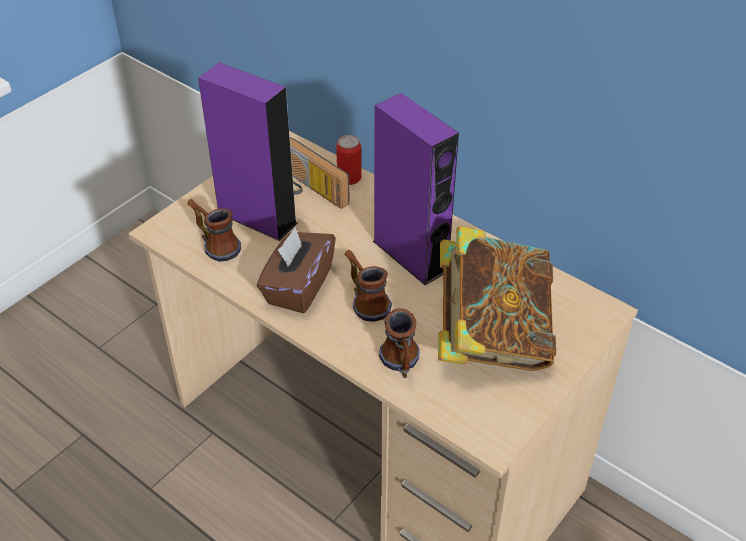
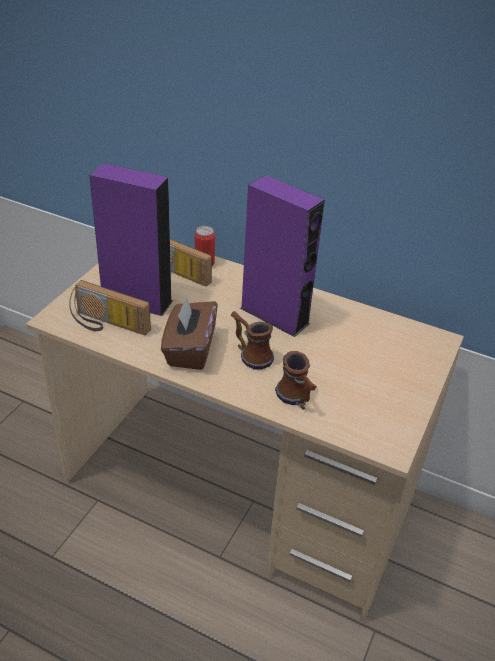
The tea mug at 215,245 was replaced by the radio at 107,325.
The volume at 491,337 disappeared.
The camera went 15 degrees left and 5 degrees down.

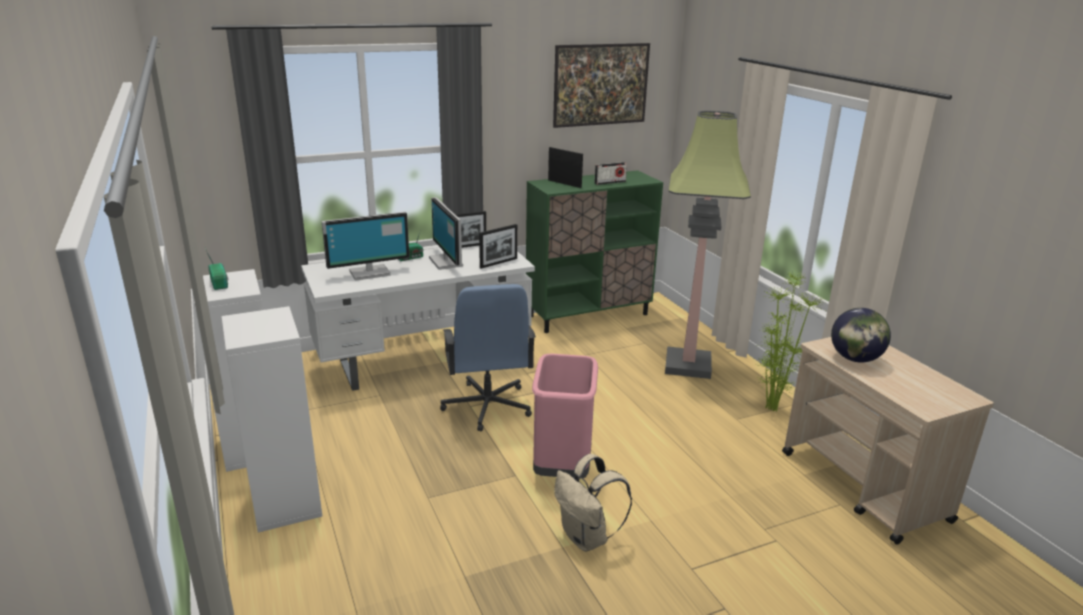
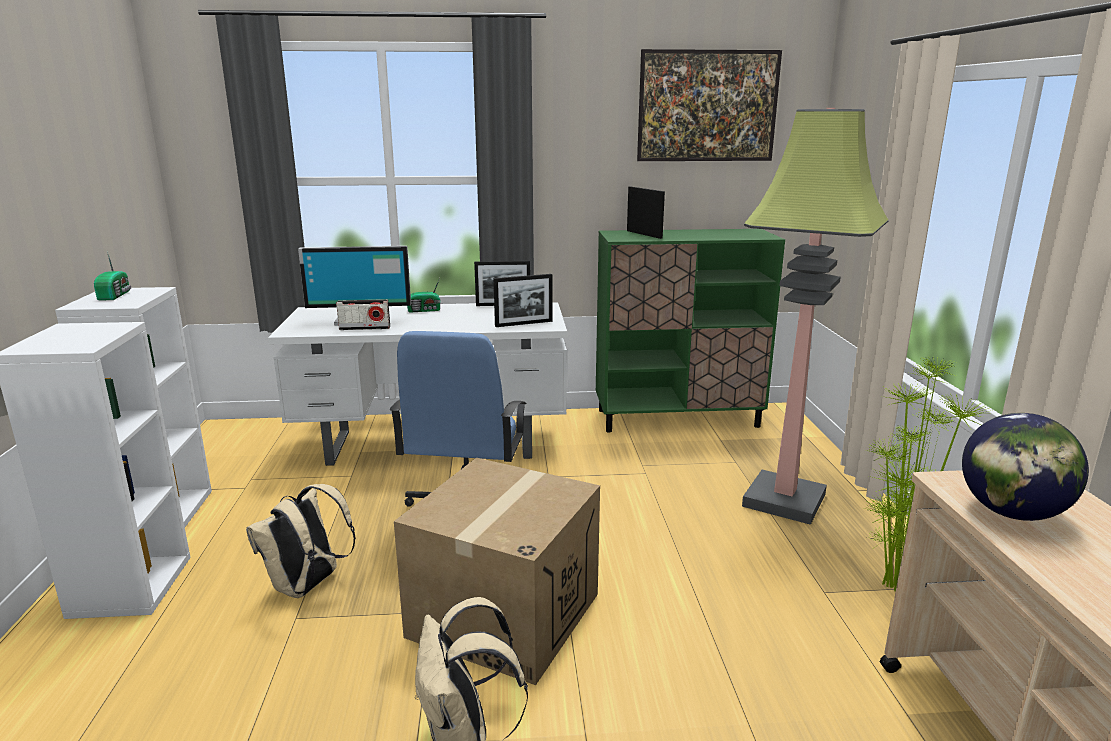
The computer display at 447,262 disappeared.
The rubbish bin/pinkish at 561,468 was replaced by the cardboard box at 504,614.
The radio moved from 610,182 to 364,328.
The knapsack/sand-coloured at 307,587 appeared.
The camera went 20 degrees right and 5 degrees down.

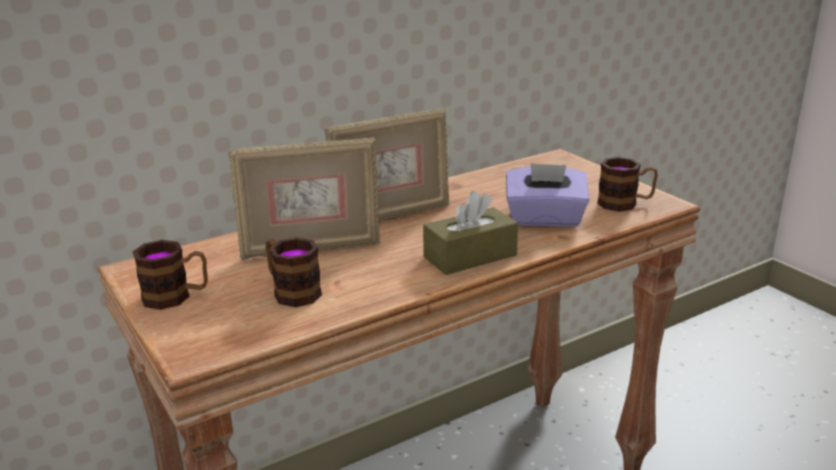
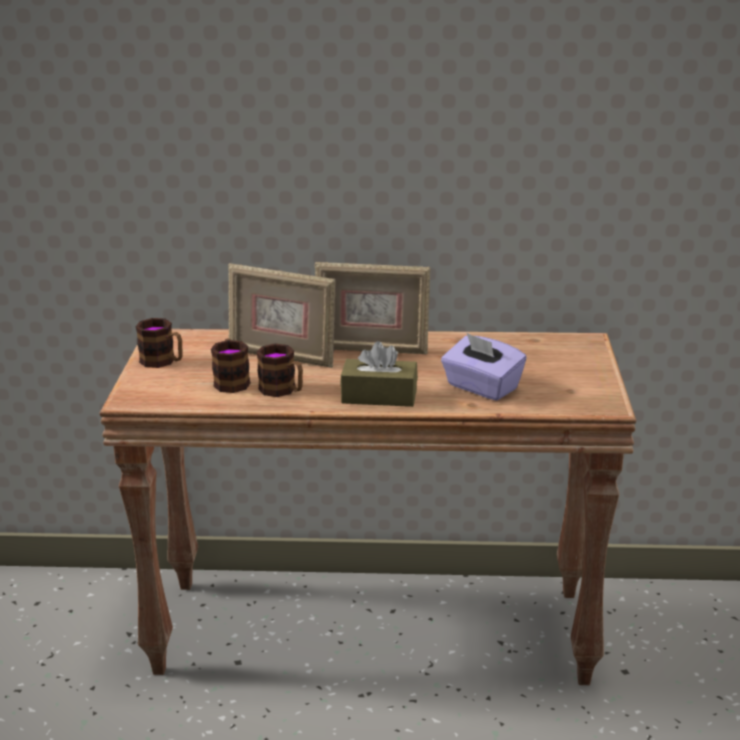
The tea mug moved from 625,204 to 283,391.
The camera went 35 degrees right and 0 degrees up.

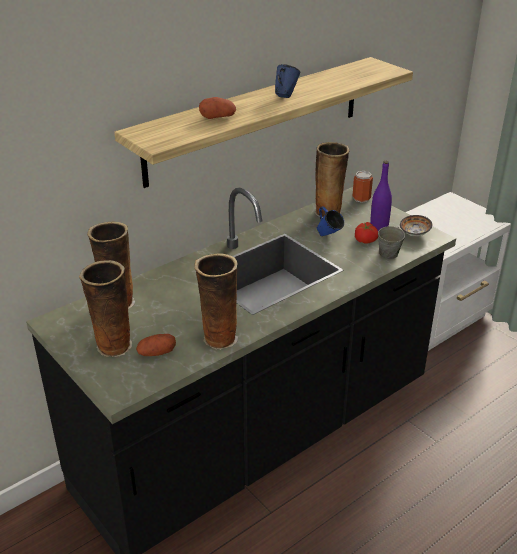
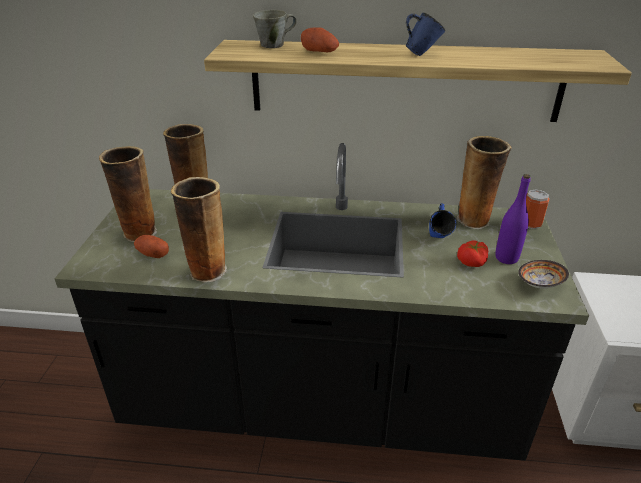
The tea mug/grey moved from 389,253 to 274,45.
The camera went 45 degrees right and 0 degrees up.

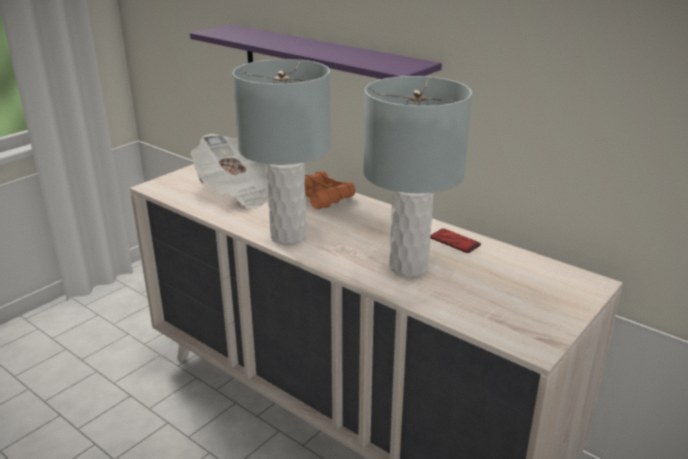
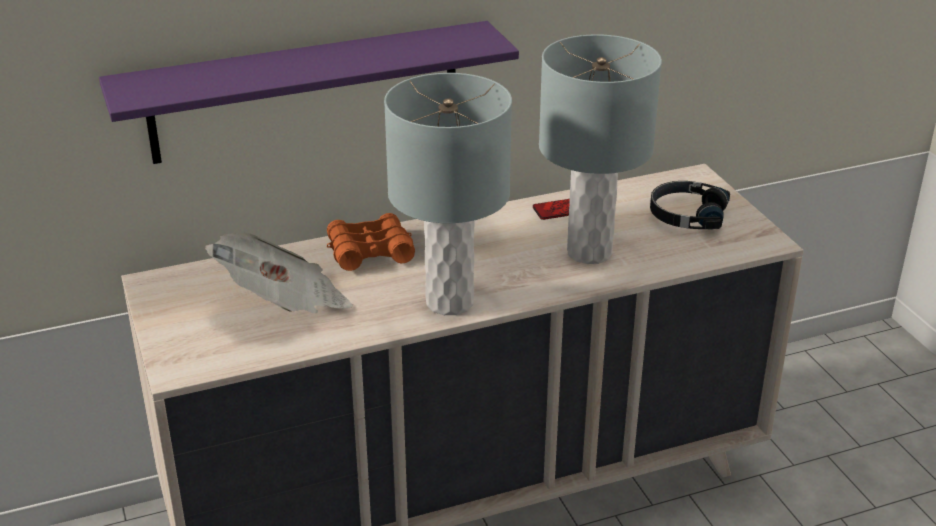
The headphones/black-coloured at 686,215 appeared.
The camera went 60 degrees left and 5 degrees up.

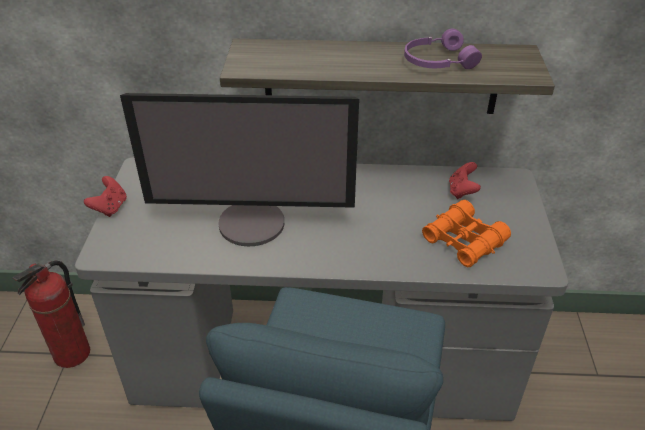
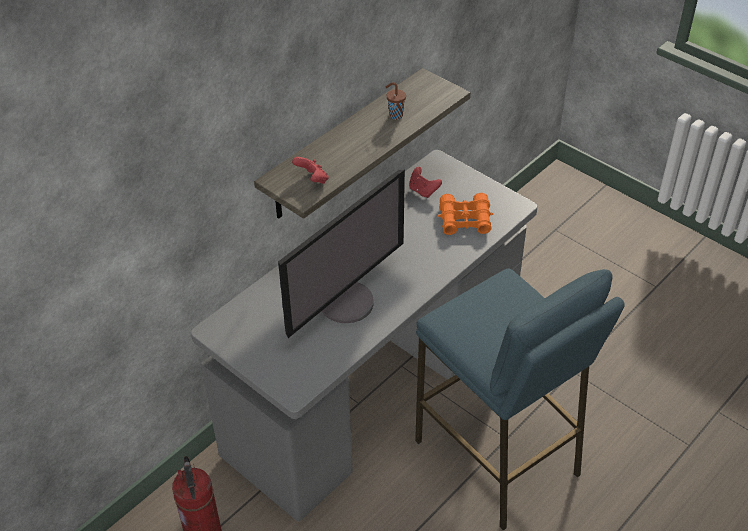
The joypad/red-coloured moved from 110,208 to 312,180.
The headphones/purple at 437,61 was replaced by the cup/brown at 395,115.
The camera went 50 degrees left and 5 degrees up.

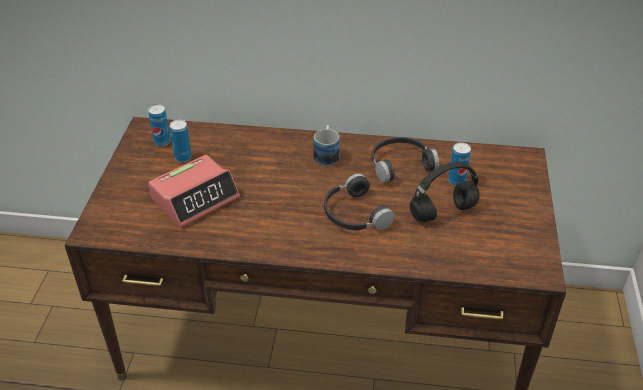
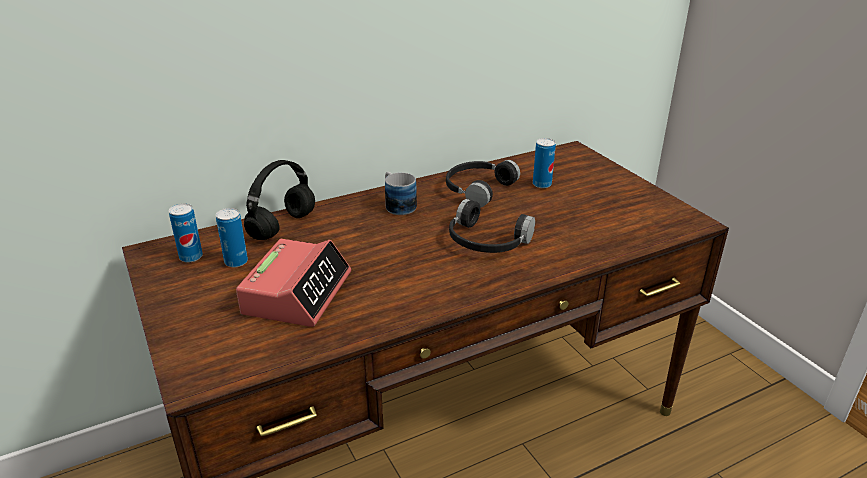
The headphones/black-coloured moved from 442,212 to 282,227.
The camera went 35 degrees left and 10 degrees down.

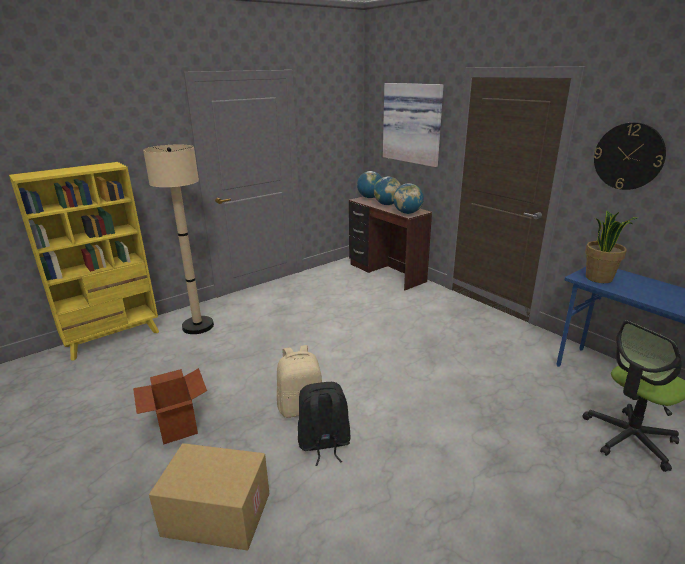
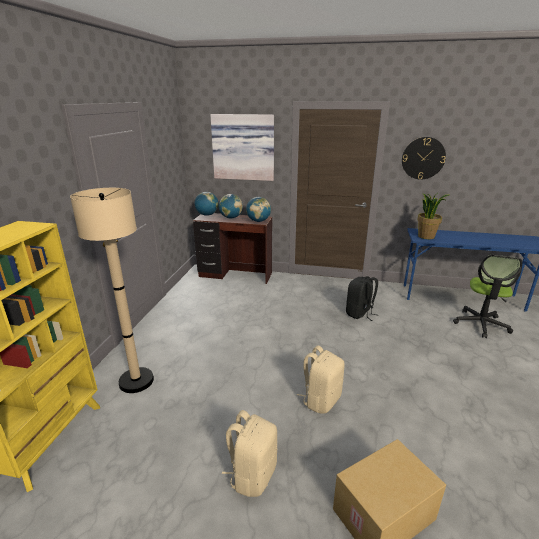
The cardboard box at 177,425 was replaced by the knapsack/sand-coloured at 252,474.
The knapsack/black-coloured moved from 324,444 to 360,313.
The camera went 40 degrees left and 0 degrees up.

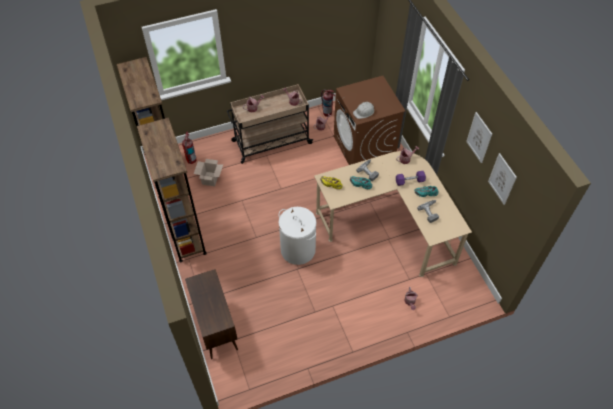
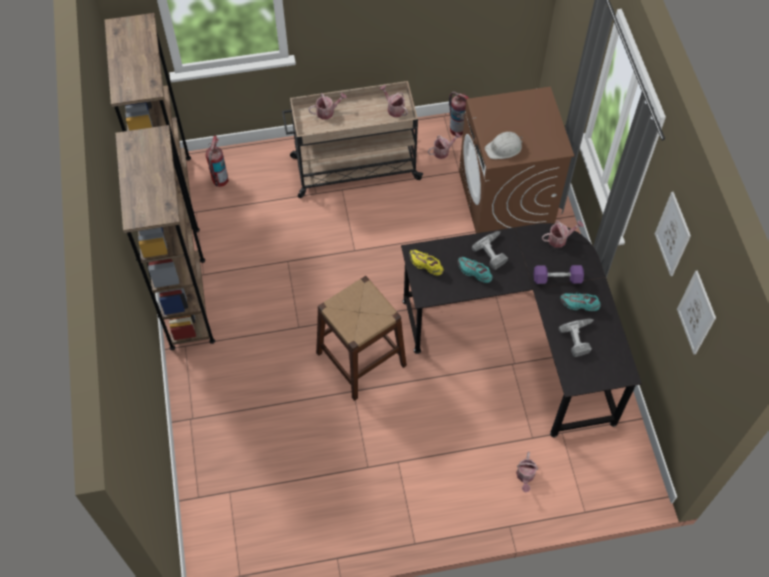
The cupboard/brown at 215,326 disappeared.
The cardboard box at 210,178 disappeared.
The hamper/white-coloured at 297,250 was replaced by the stool/brown at 361,359.
The desk table/sand-coloured at 390,224 became the desk table/black-coloured at 520,339.
The camera went 10 degrees right and 5 degrees up.

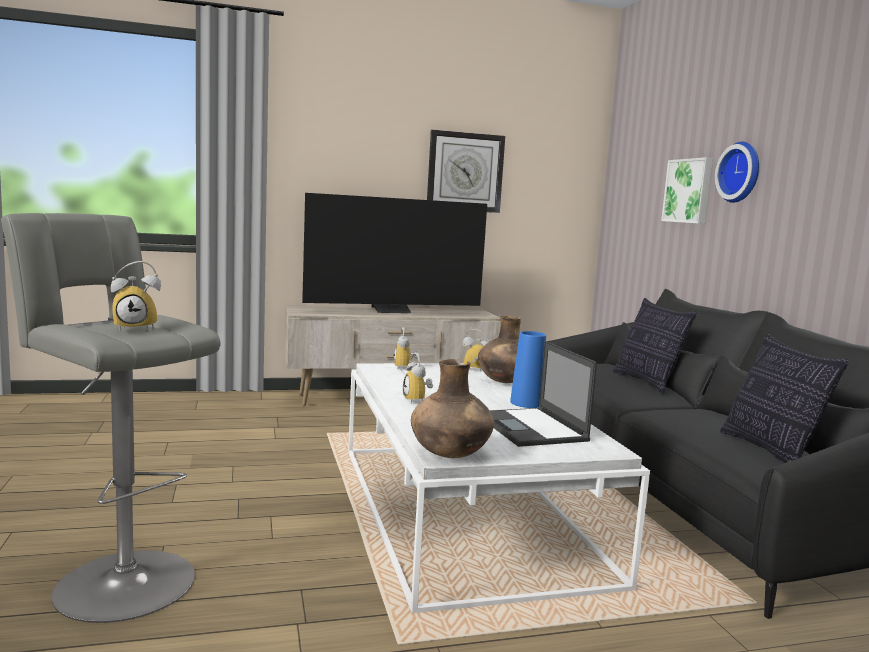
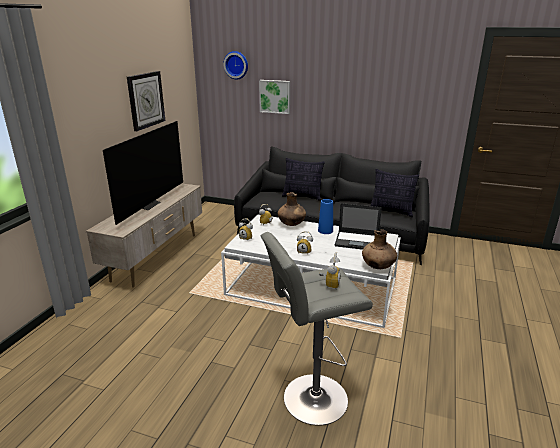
The wall clock moved from 741,172 to 236,65.
The camera went 55 degrees left and 15 degrees up.

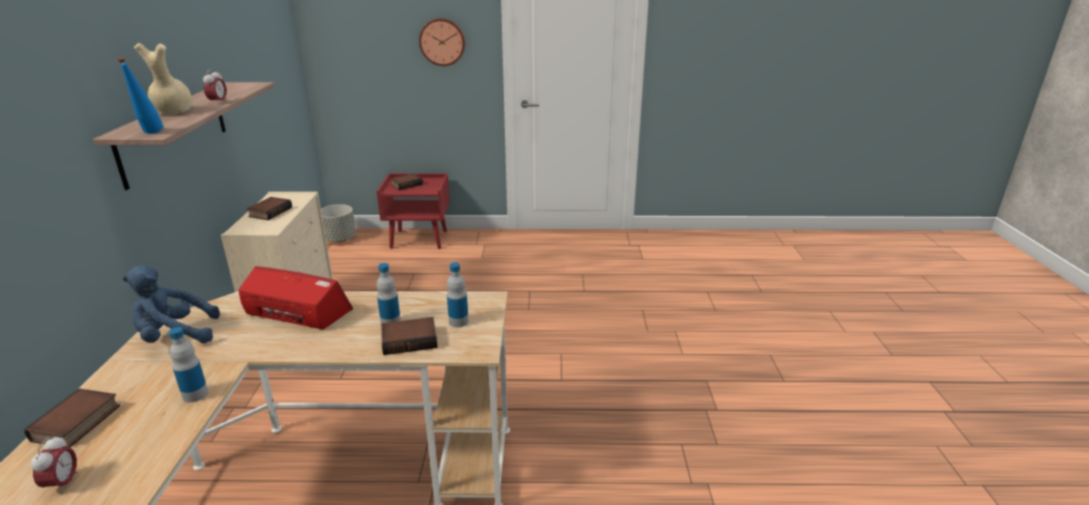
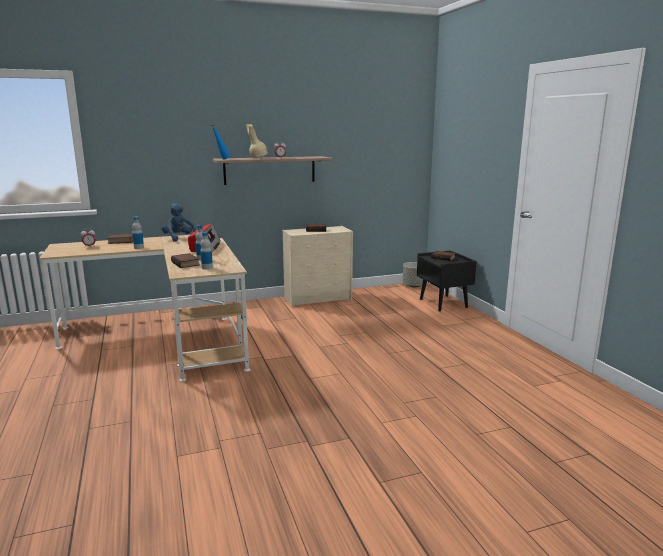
The nightstand/red-coloured at 419,239 became the nightstand/black-coloured at 444,303.
The wall clock at 442,42 disappeared.
The camera went 70 degrees right and 10 degrees down.

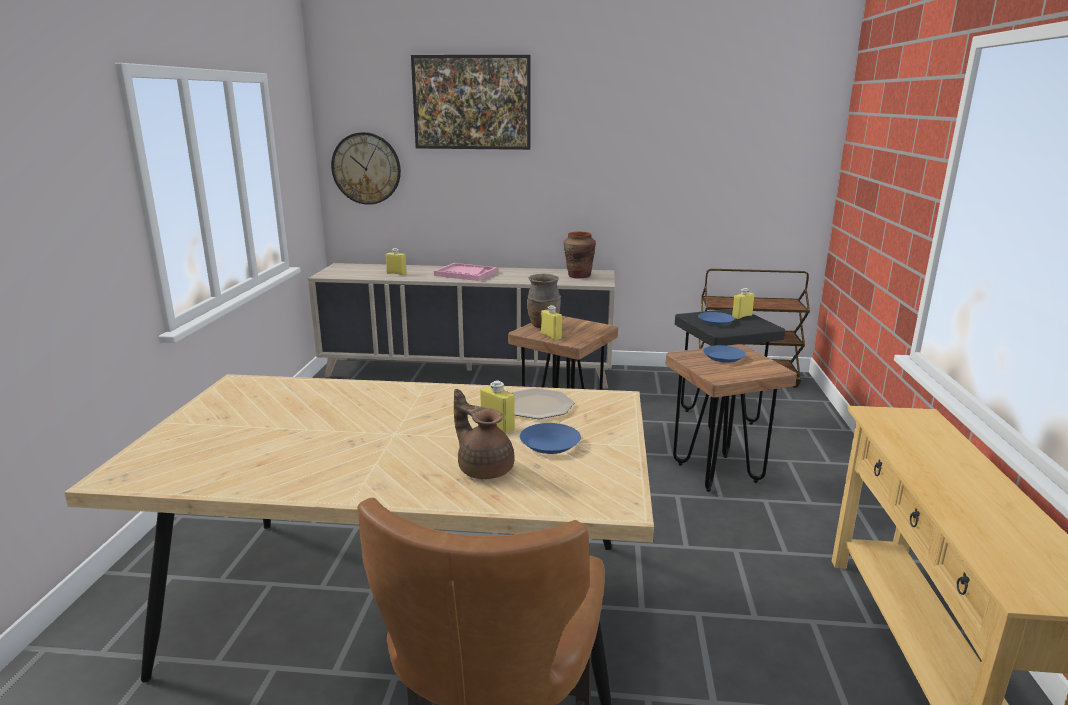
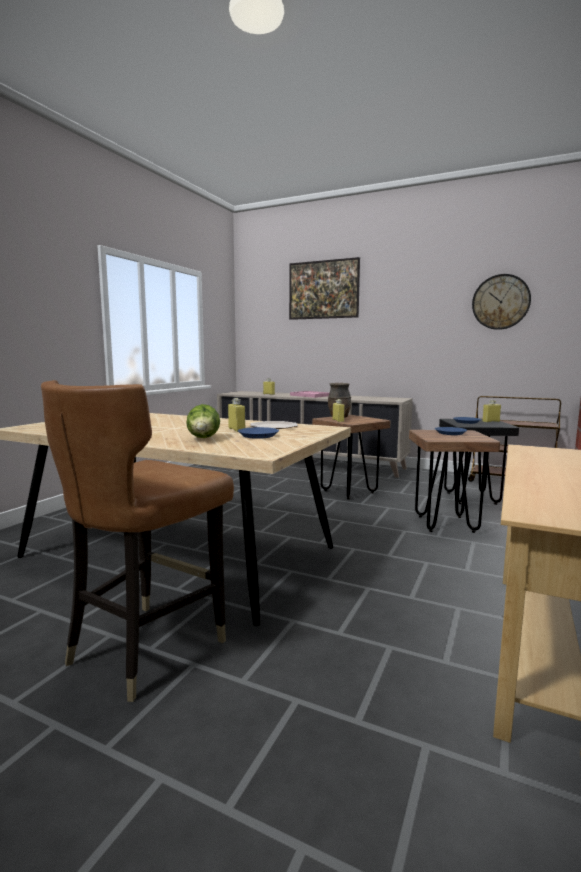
The wall clock moved from 366,168 to 500,302.
The teapot/brown at 484,468 was replaced by the lettuce at 204,439.
The flower vase/brown at 579,276 disappeared.
The camera went 20 degrees right and 10 degrees down.

